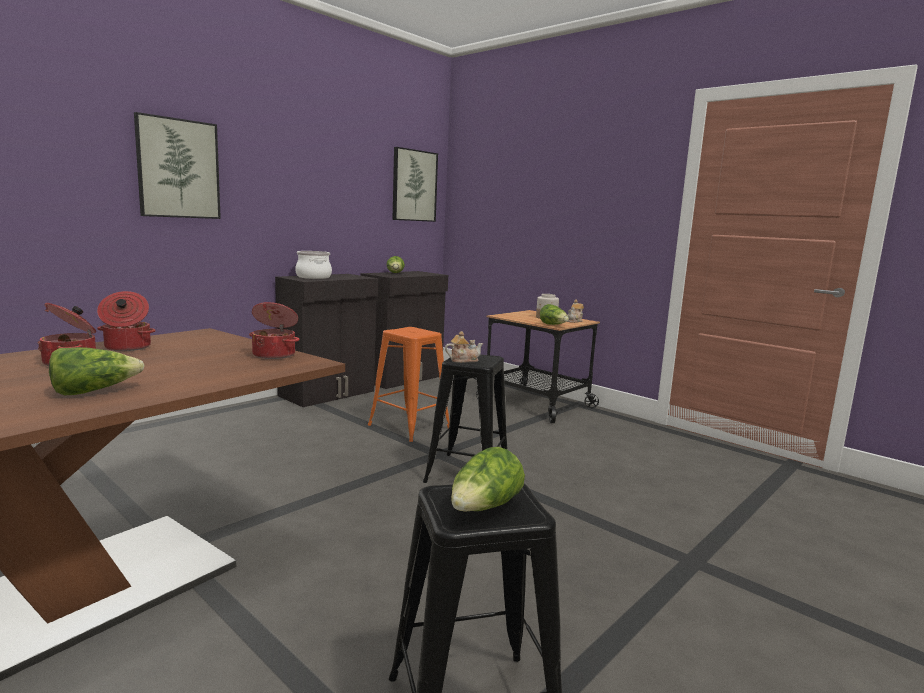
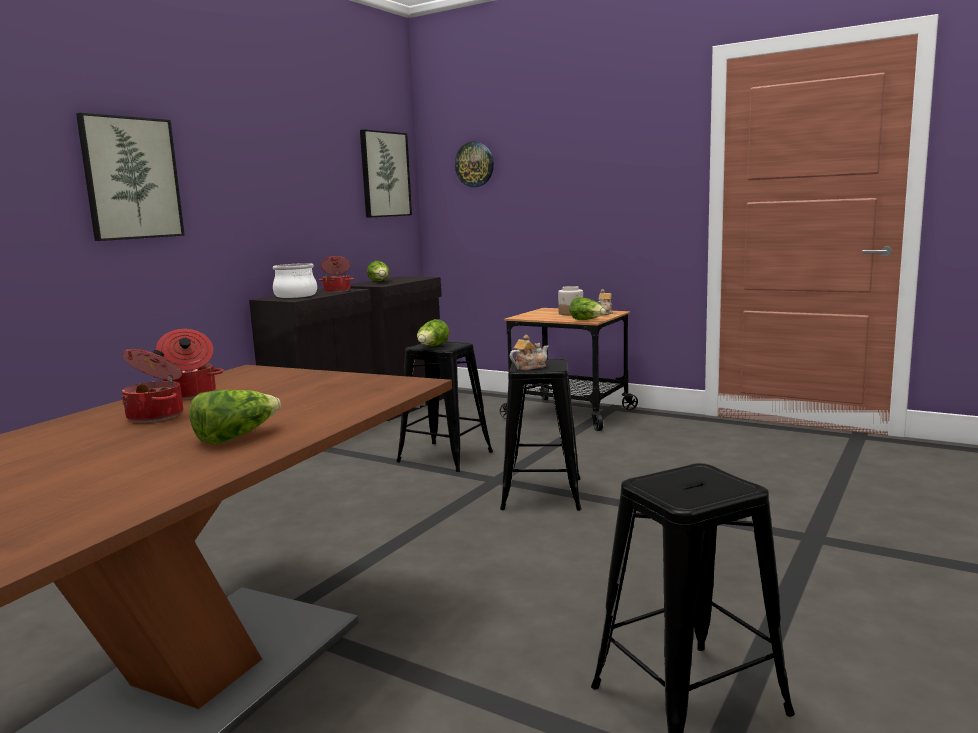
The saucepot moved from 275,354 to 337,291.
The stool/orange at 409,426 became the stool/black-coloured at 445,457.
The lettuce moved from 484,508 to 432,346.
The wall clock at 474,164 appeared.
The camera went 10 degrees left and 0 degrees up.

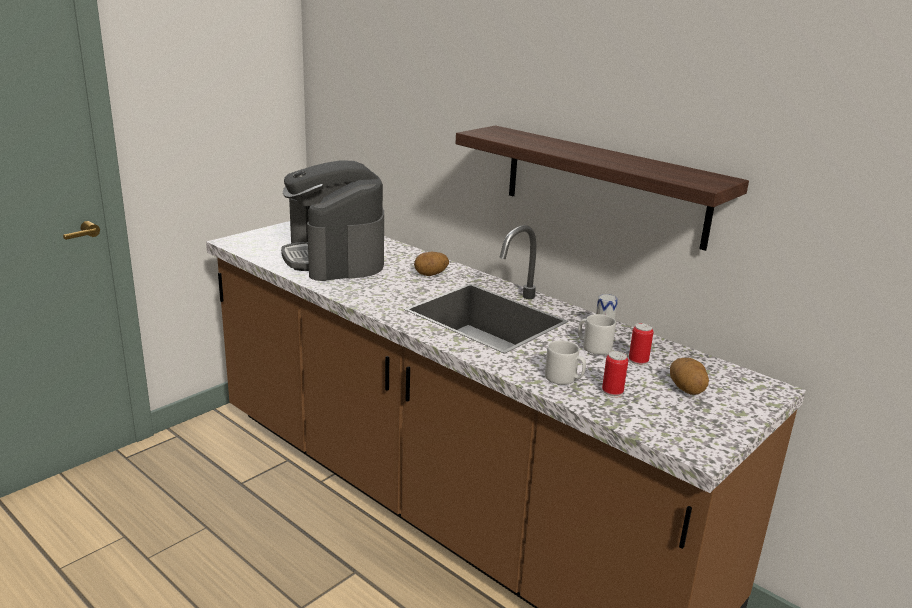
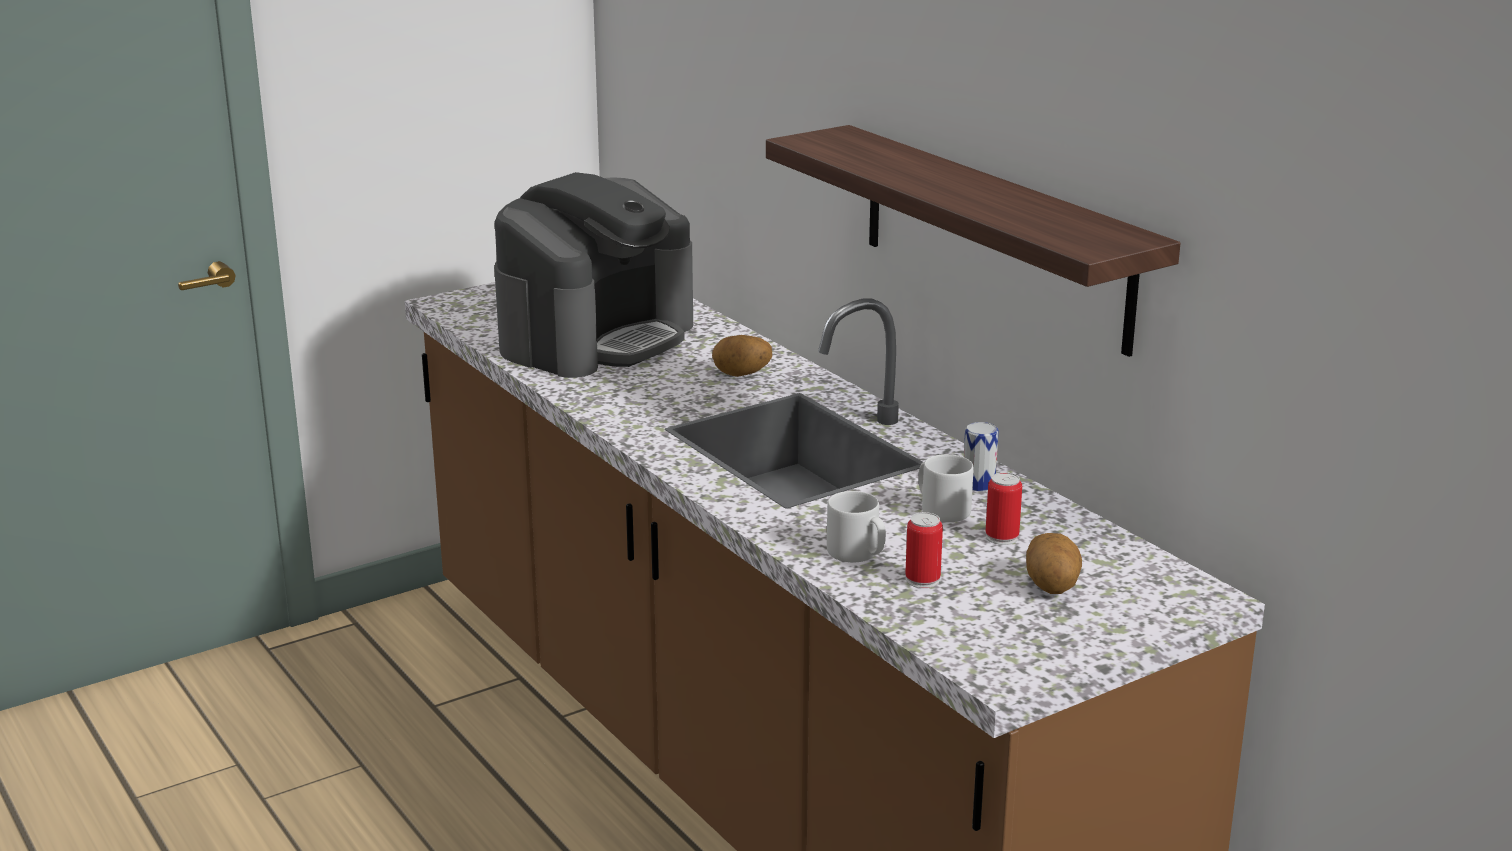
The coffee maker at 334,258 turned 135 degrees counterclockwise.
The camera went 15 degrees right and 0 degrees up.

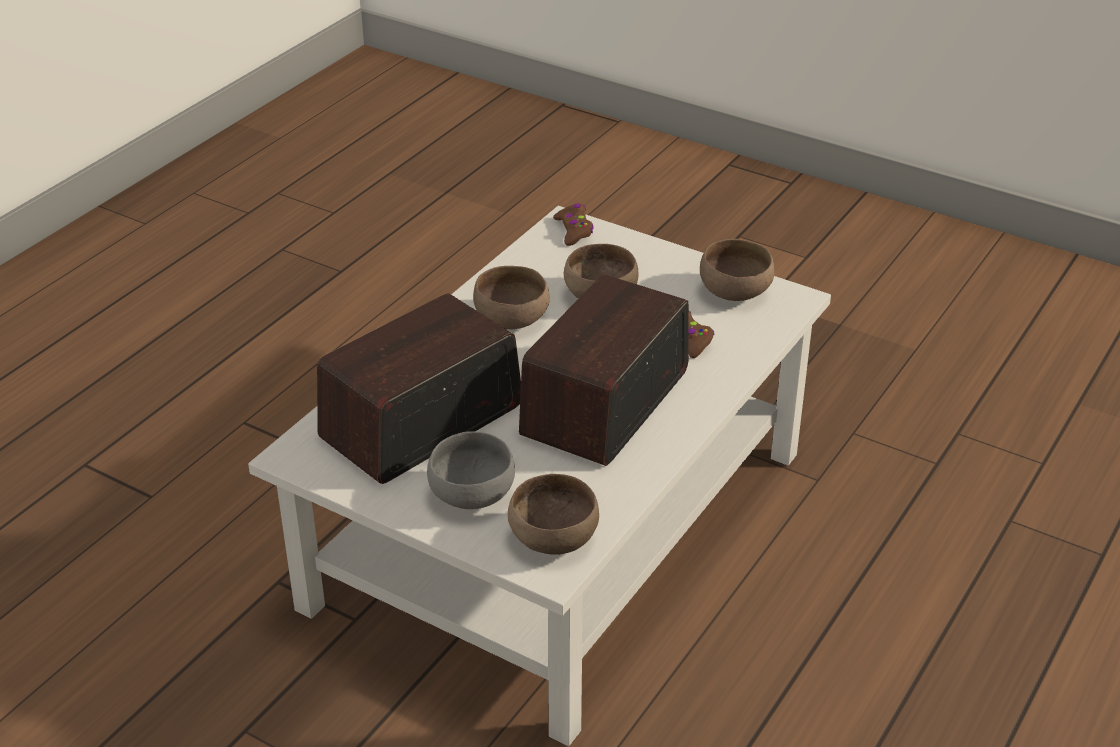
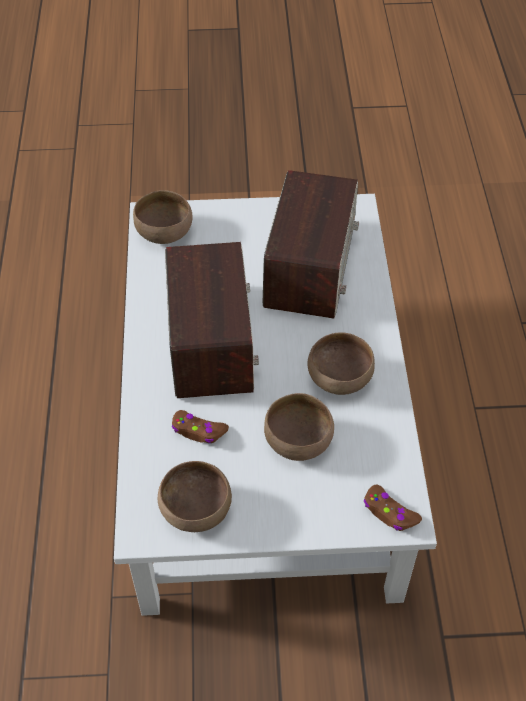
The deep dish/grey at 473,496 disappeared.
The camera went 145 degrees right and 15 degrees up.

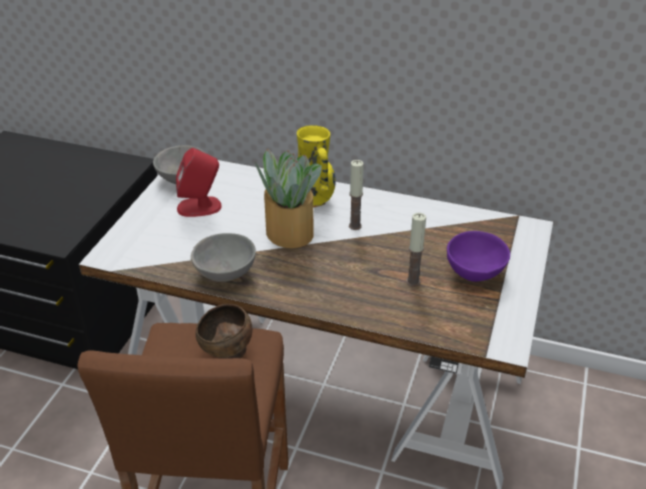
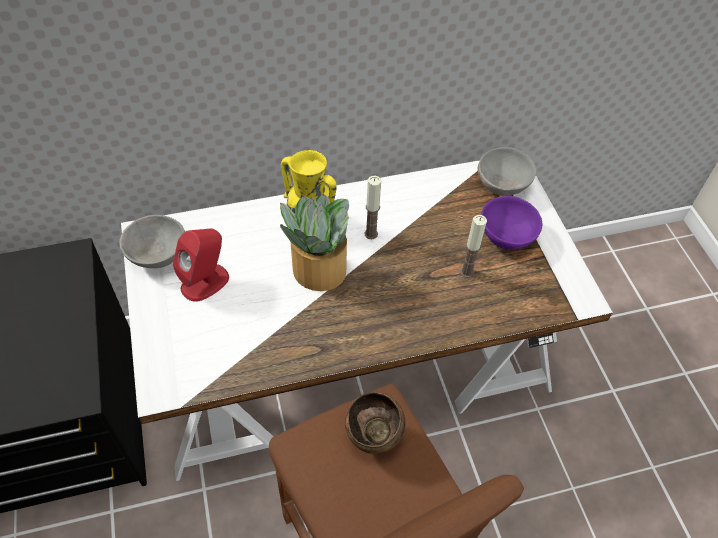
The deep dish/grey moved from 226,274 to 503,186.
The camera went 35 degrees left and 15 degrees up.

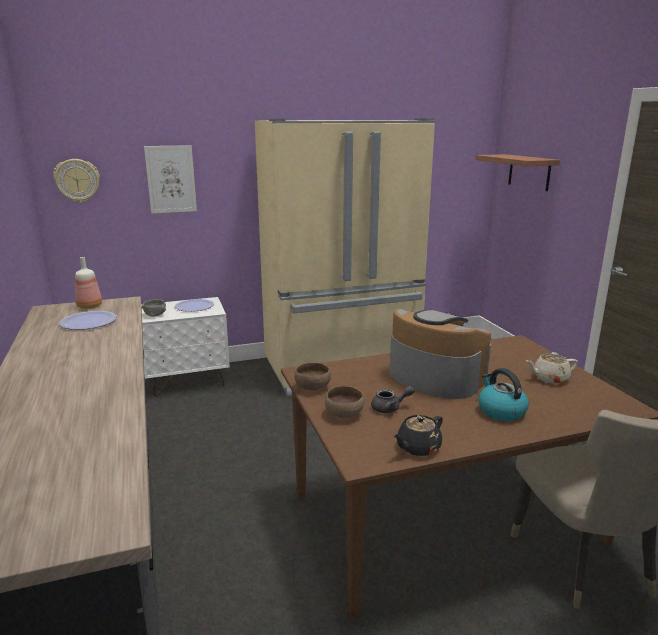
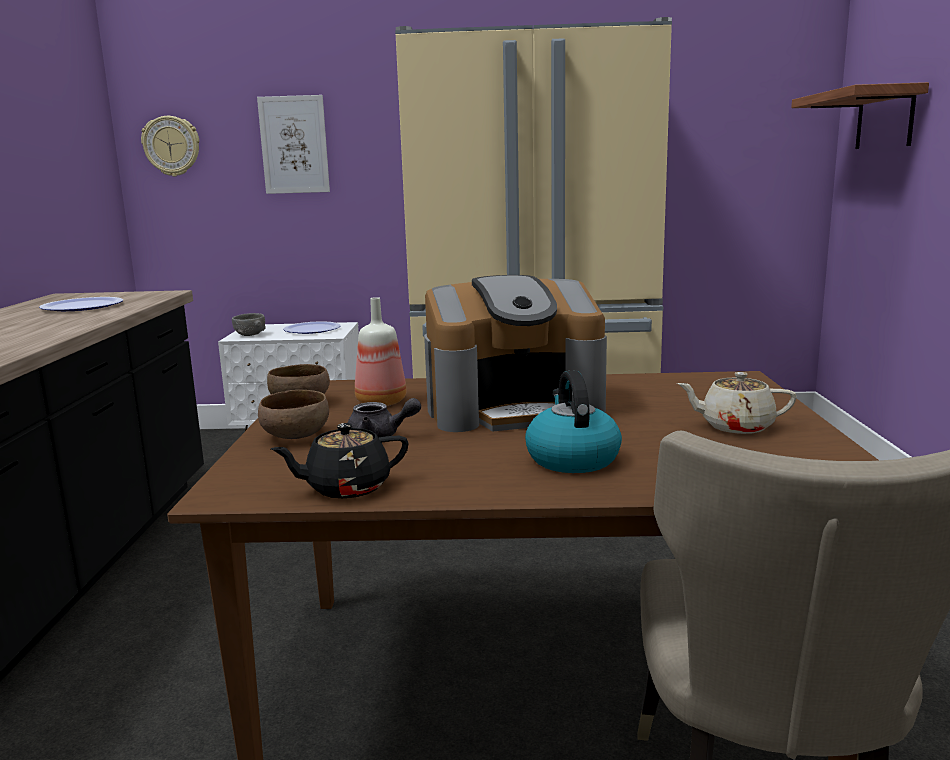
The bottle moved from 88,306 to 379,402.
The coffee maker at 434,377 turned 105 degrees clockwise.
The camera went 20 degrees right and 5 degrees down.

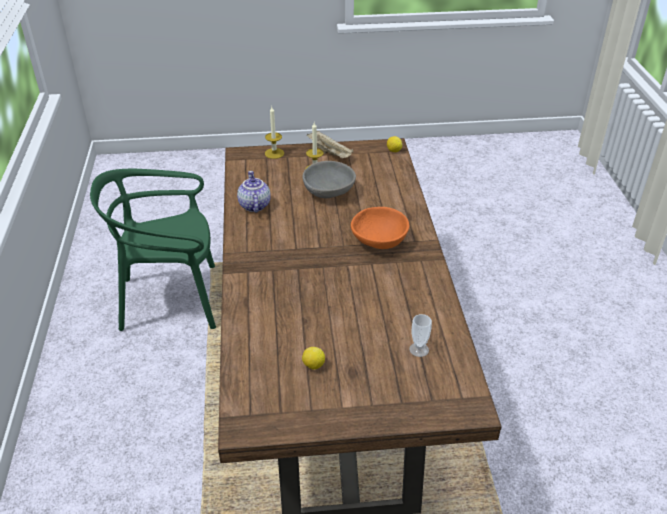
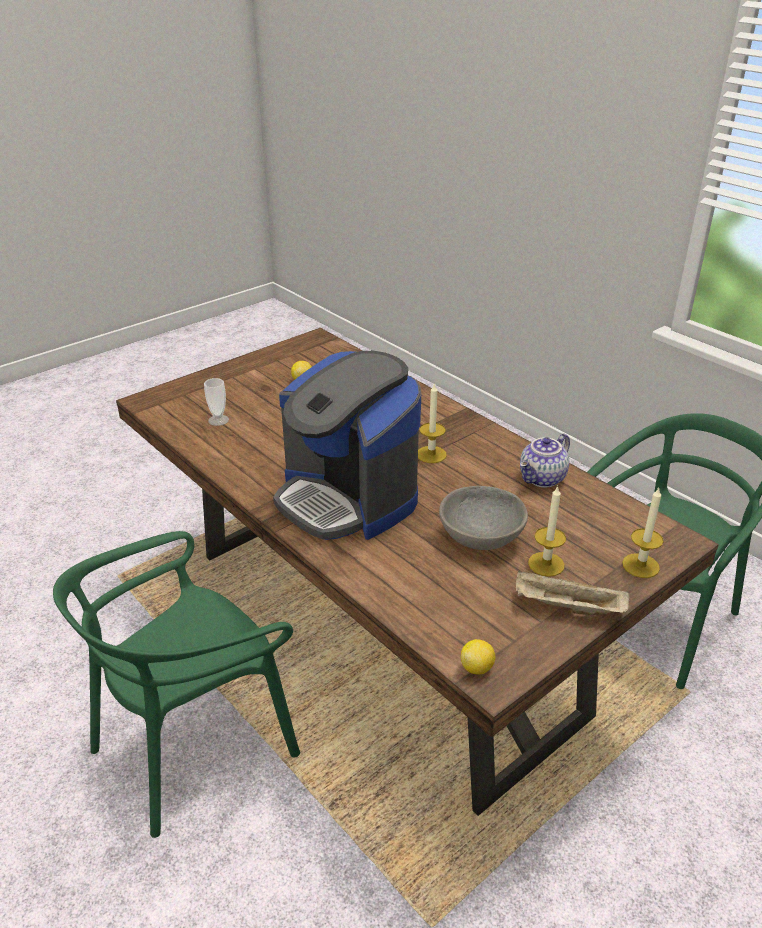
The teapot at 253,205 turned 90 degrees clockwise.
The deep dish/orange at 378,241 was replaced by the coffee maker at 347,499.
The upright chair/greenish at 194,745 appeared.
The wax candle at 431,454 appeared.
The camera went 145 degrees right and 5 degrees down.

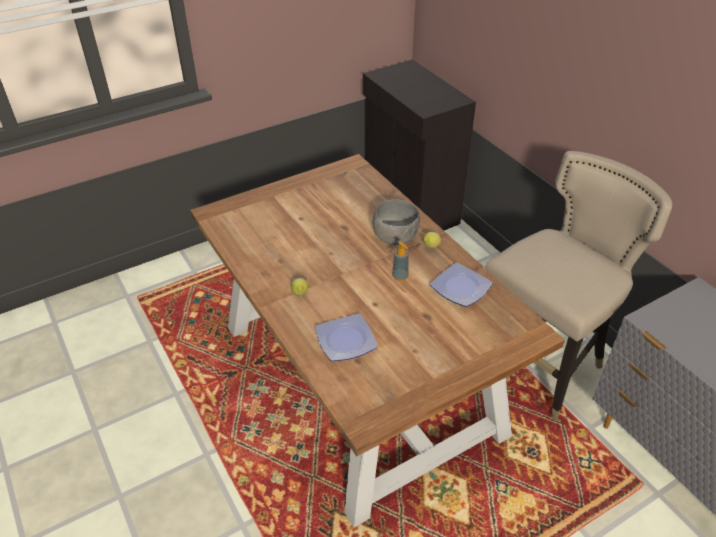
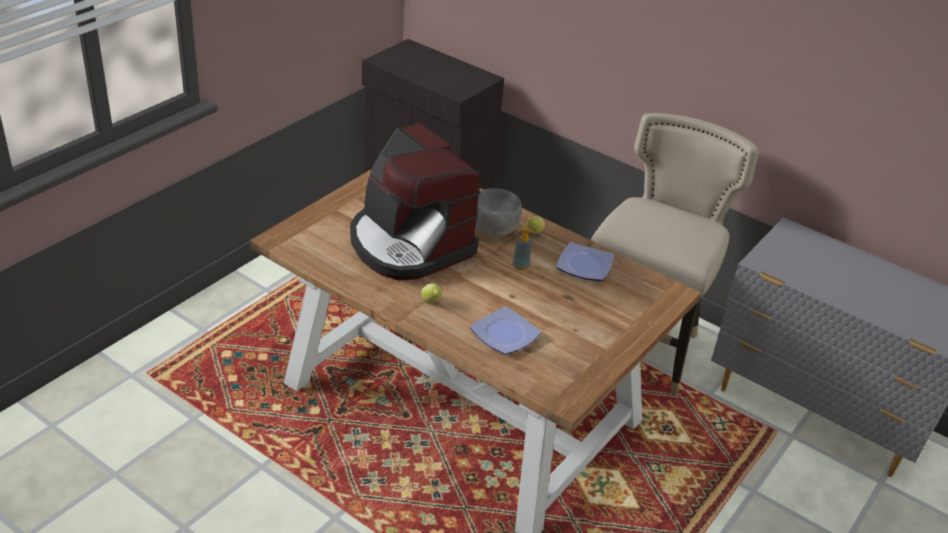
The coffee maker at 409,244 appeared.
The camera went 25 degrees left and 5 degrees down.

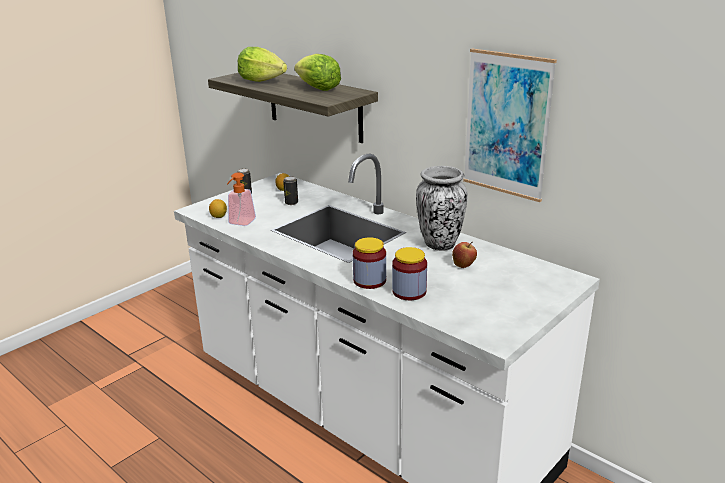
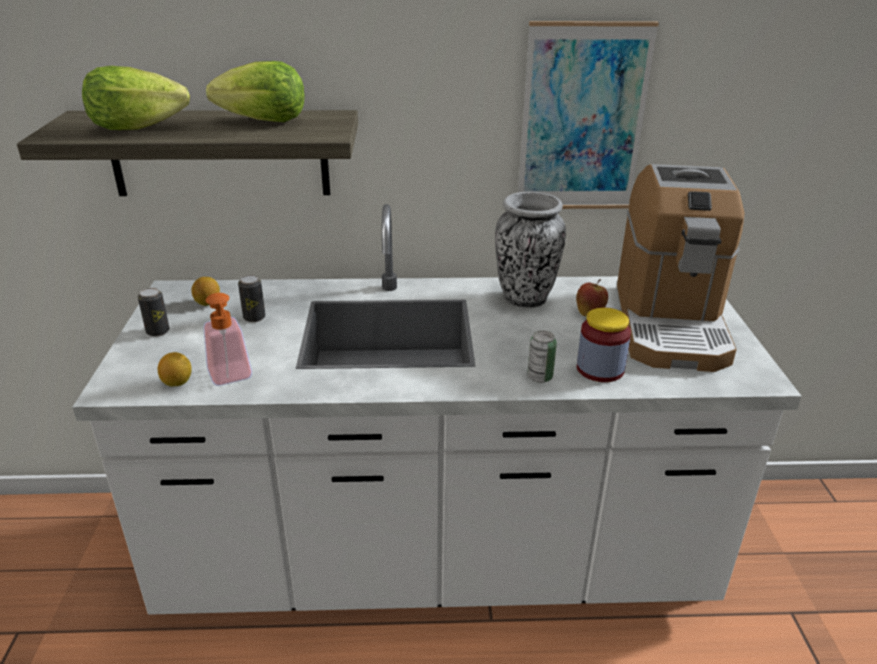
The jar at 369,281 was replaced by the metal can at 539,377.
The coffee maker at 670,323 appeared.
The camera went 45 degrees left and 5 degrees up.

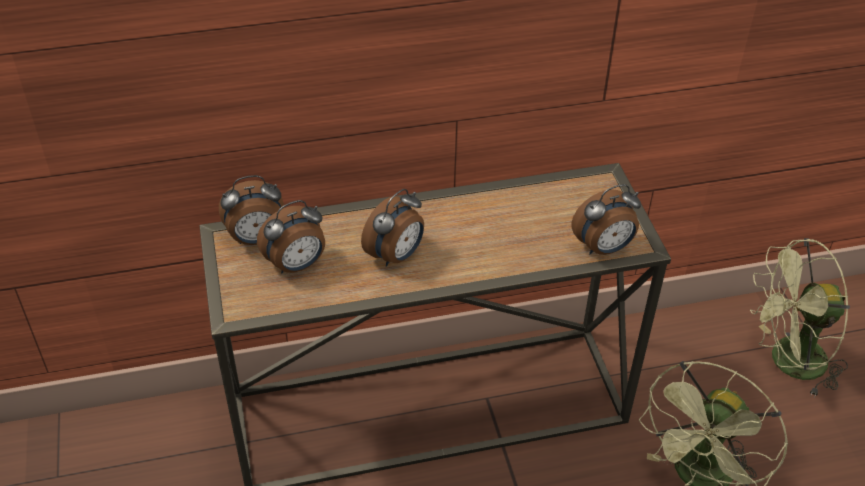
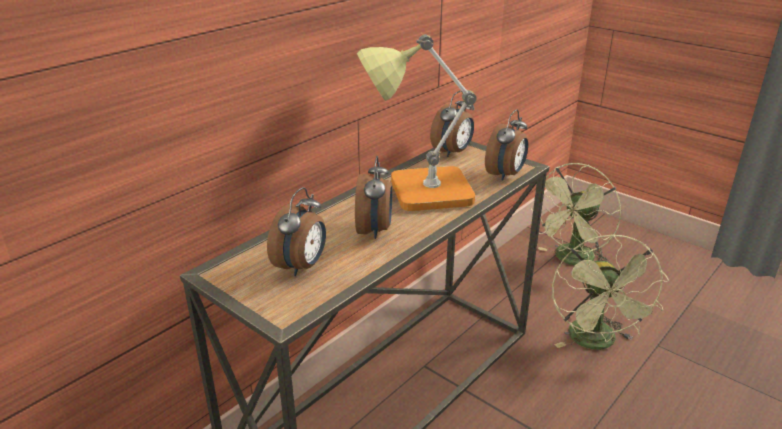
The alarm clock moved from 256,239 to 453,152.
The tabletop lamp at 419,192 appeared.
The camera went 35 degrees left and 15 degrees down.

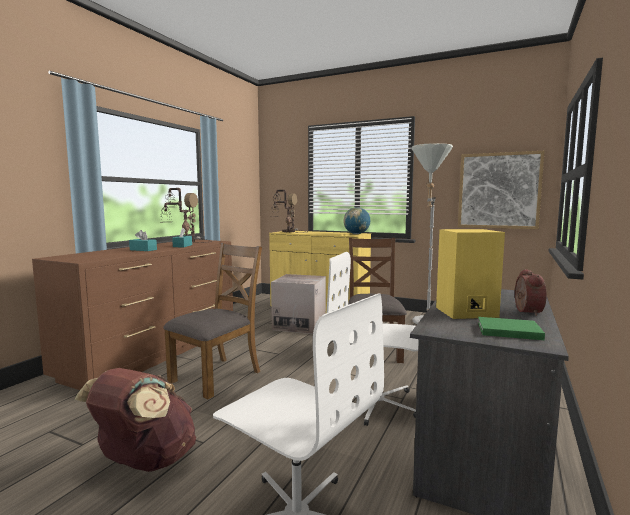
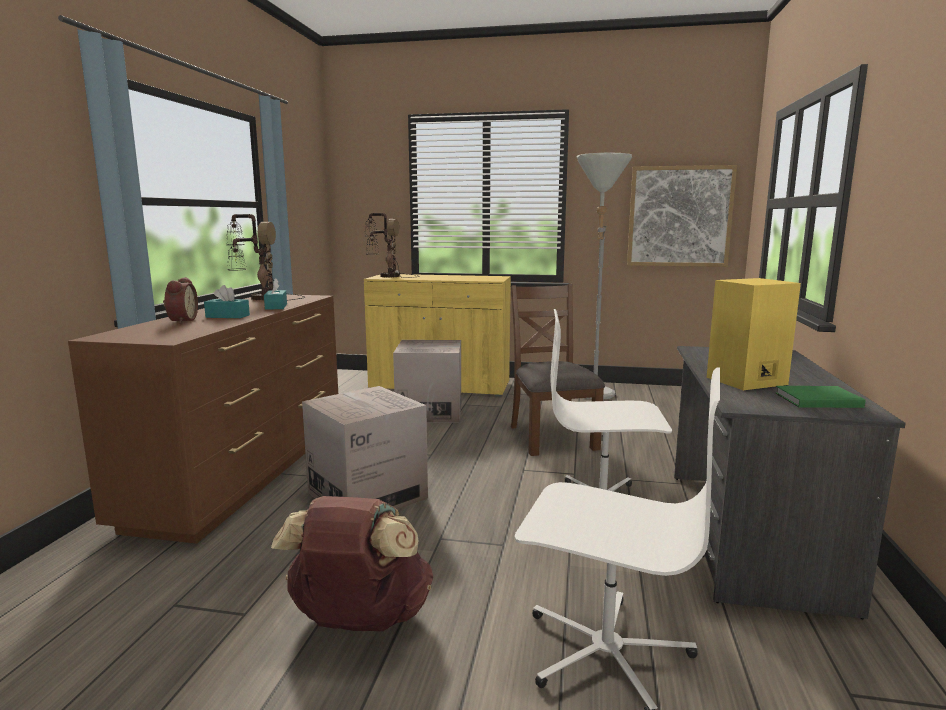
The upright chair/brown at 217,376 was replaced by the cardboard box at 367,495.
The desk globe at 356,234 disappeared.
The alarm clock moved from 525,311 to 181,320.
The camera went 15 degrees left and 5 degrees up.

